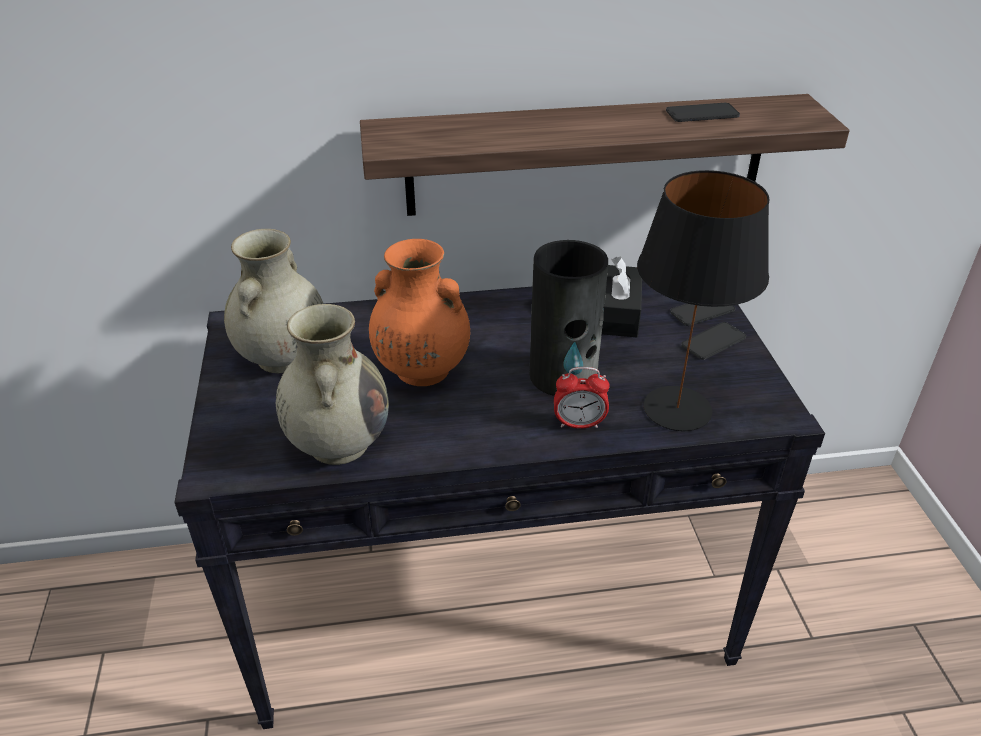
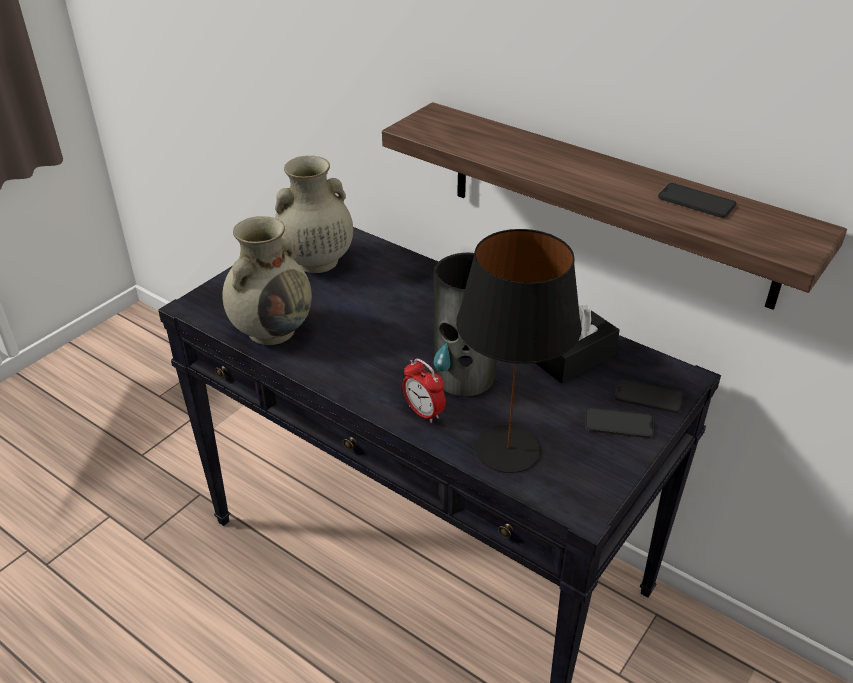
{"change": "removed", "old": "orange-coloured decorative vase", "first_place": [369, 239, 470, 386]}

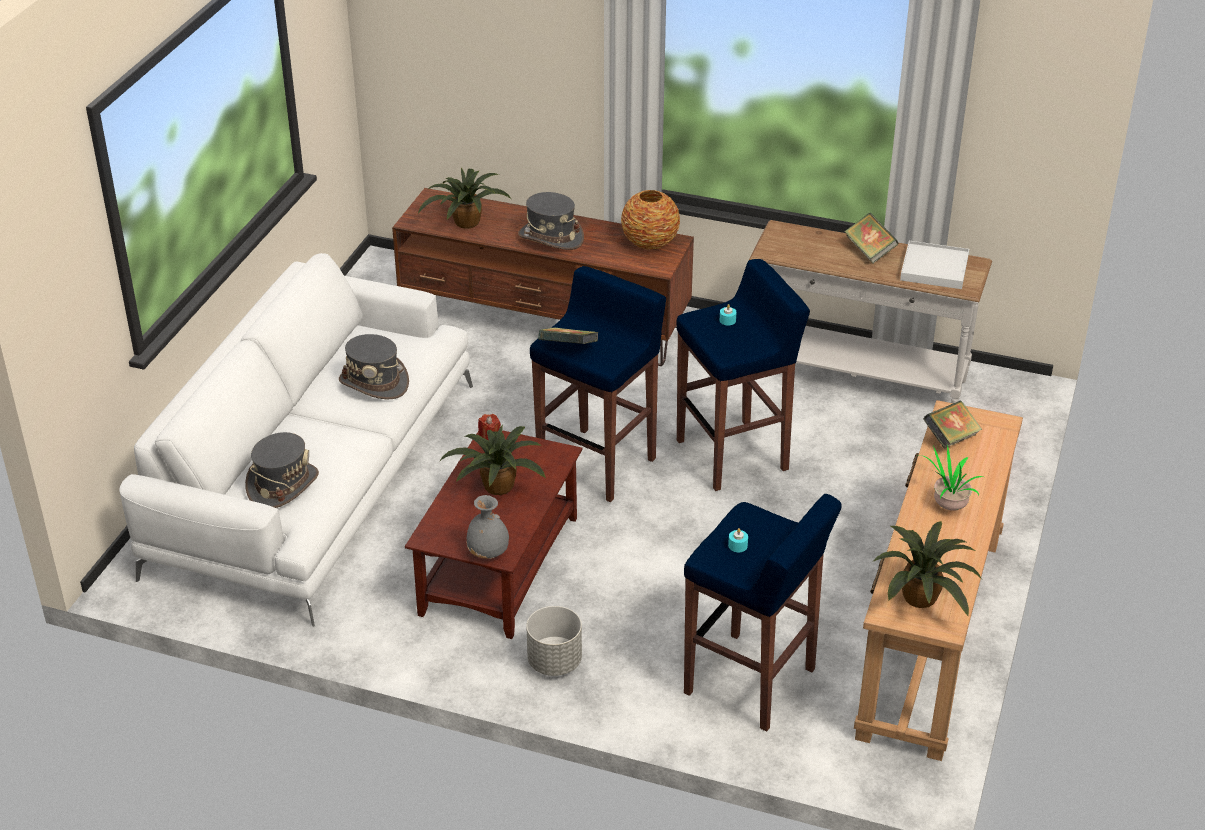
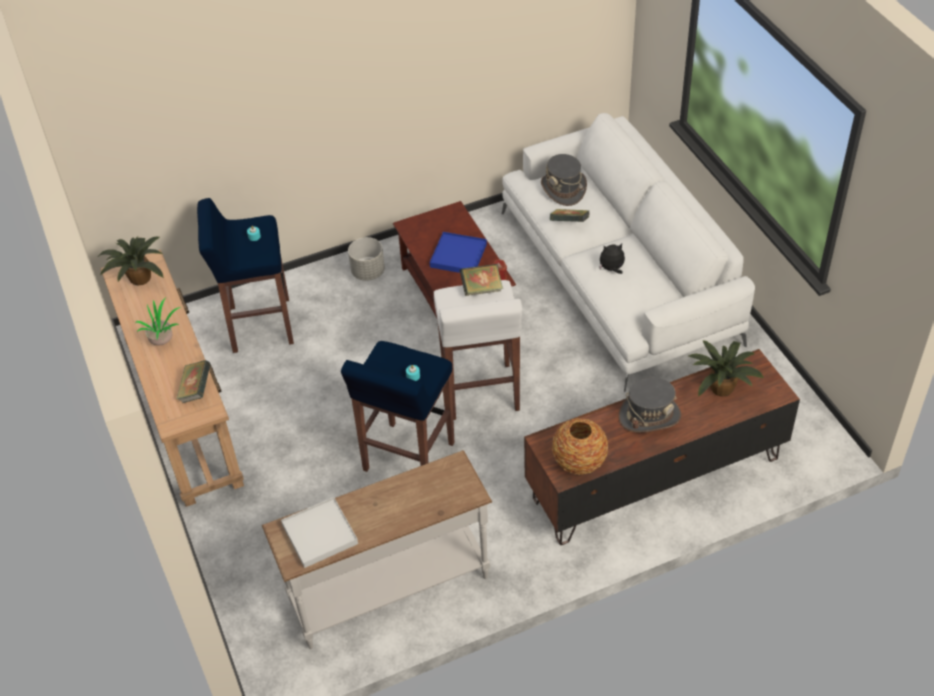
{"change": "removed", "old": "gray decorative vase", "first_place": [466, 495, 509, 559]}
{"change": "moved", "old": "bound book", "first_place": [844, 213, 898, 263], "second_place": [550, 209, 590, 222]}
{"change": "replaced", "old": "gray clothing hat", "new": "cuddly toy", "first_place": [339, 334, 409, 399], "second_place": [600, 243, 625, 274]}
{"change": "replaced", "old": "potted plant", "new": "blue-coloured carrying tray", "first_place": [439, 425, 546, 495], "second_place": [430, 232, 487, 273]}
{"change": "recoloured", "old": "blue-coloured sitting stool", "new": "whitish sitting stool", "first_place": [530, 266, 666, 502], "second_place": [434, 280, 522, 420]}

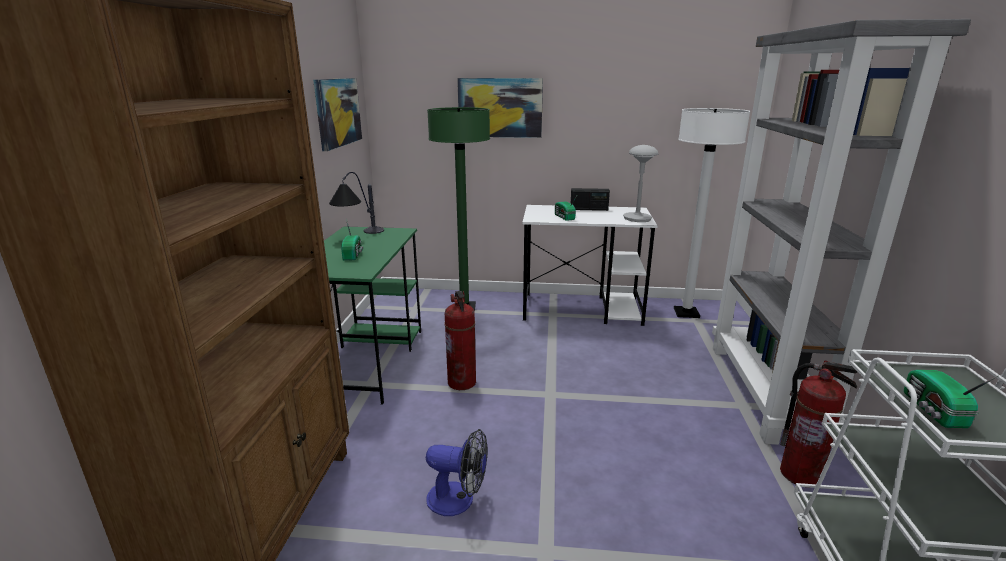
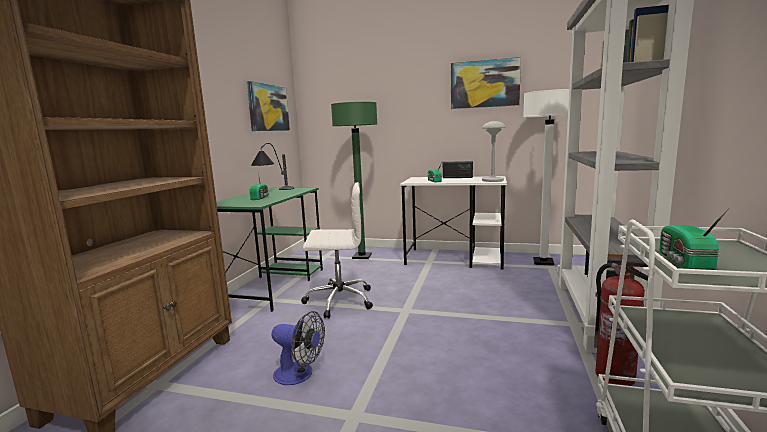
{"change": "moved", "old": "picture", "first_place": [457, 78, 543, 138], "second_place": [451, 57, 521, 109]}
{"change": "replaced", "old": "fire-fighting cylinder", "new": "whitish computer chair", "first_place": [445, 291, 476, 390], "second_place": [301, 182, 373, 319]}

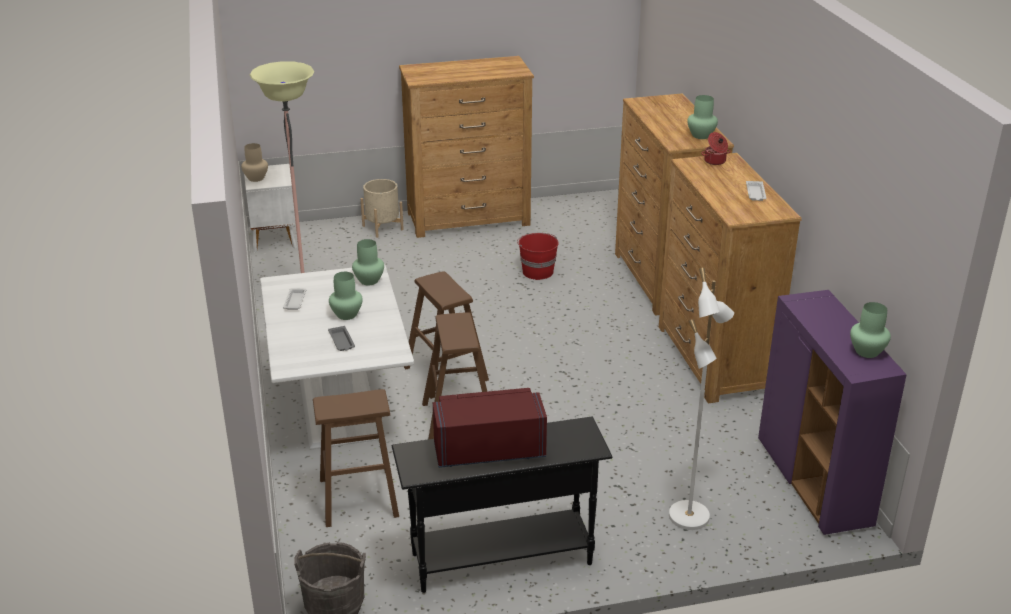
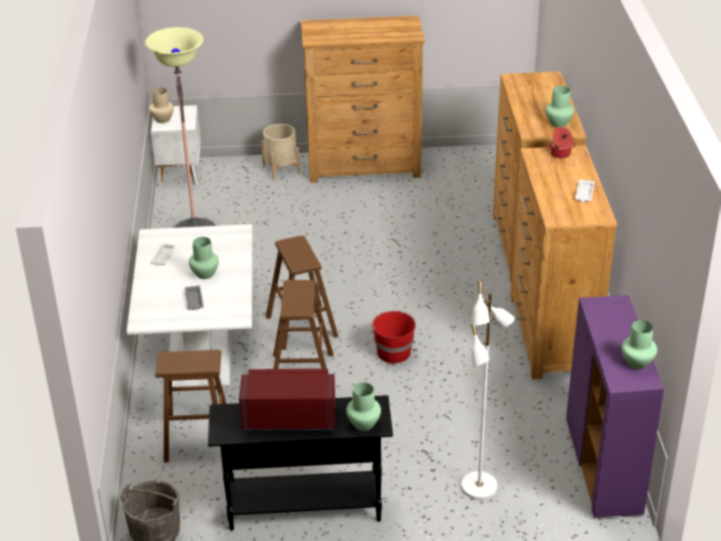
{"change": "moved", "old": "green decorative vase", "first_place": [352, 239, 384, 285], "second_place": [346, 382, 381, 431]}
{"change": "moved", "old": "red water bucket", "first_place": [517, 233, 559, 280], "second_place": [371, 311, 416, 364]}

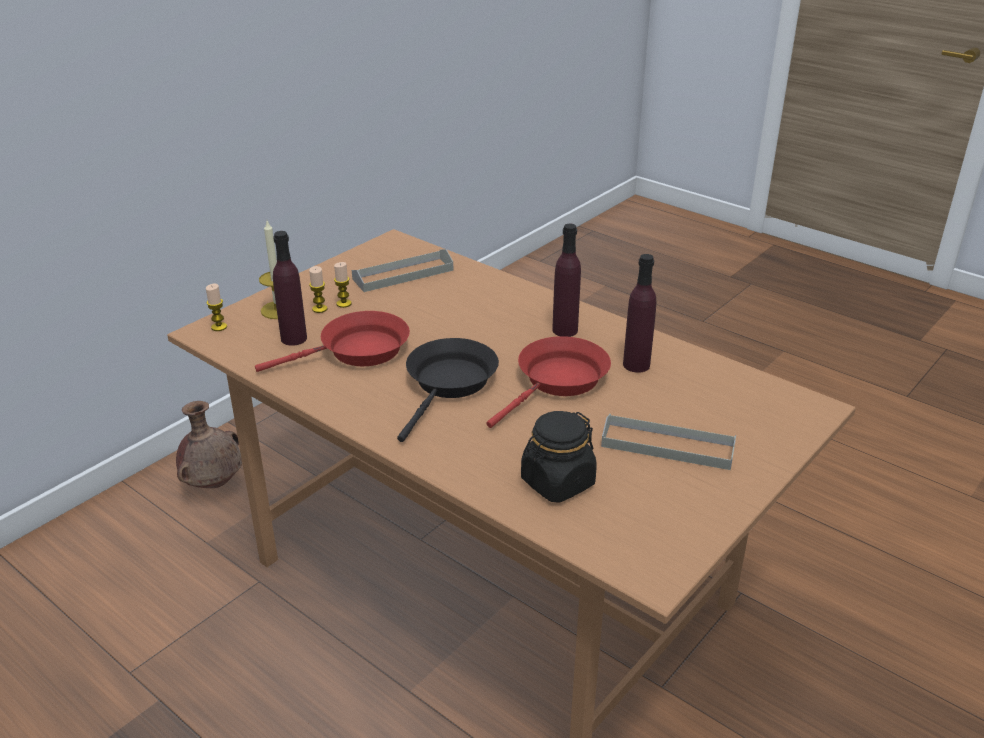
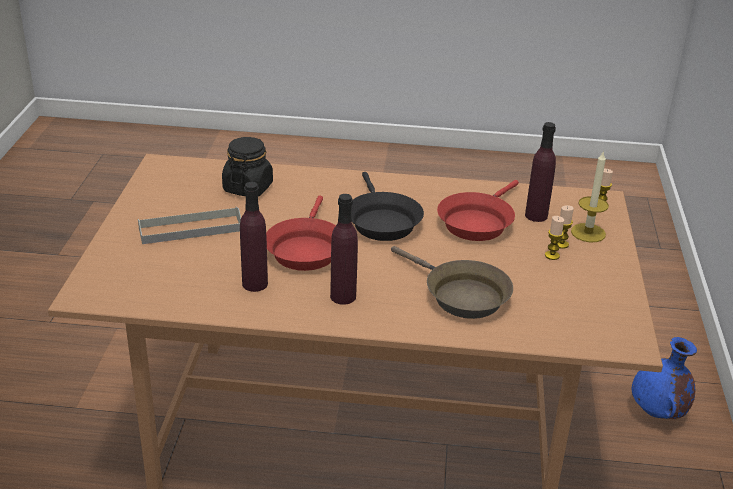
{"change": "removed", "old": "gray carrying tray", "first_place": [352, 249, 453, 292]}
{"change": "added", "new": "brown-coloured skillet", "second_place": [391, 246, 513, 319]}
{"change": "recoloured", "old": "brown-coloured decorative vase", "new": "blue-coloured decorative vase", "first_place": [176, 401, 242, 488], "second_place": [632, 337, 697, 419]}

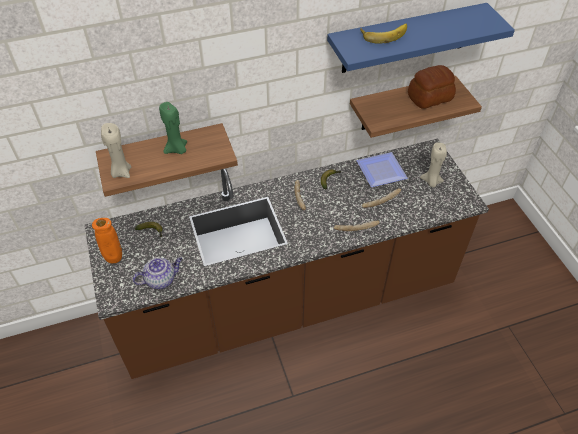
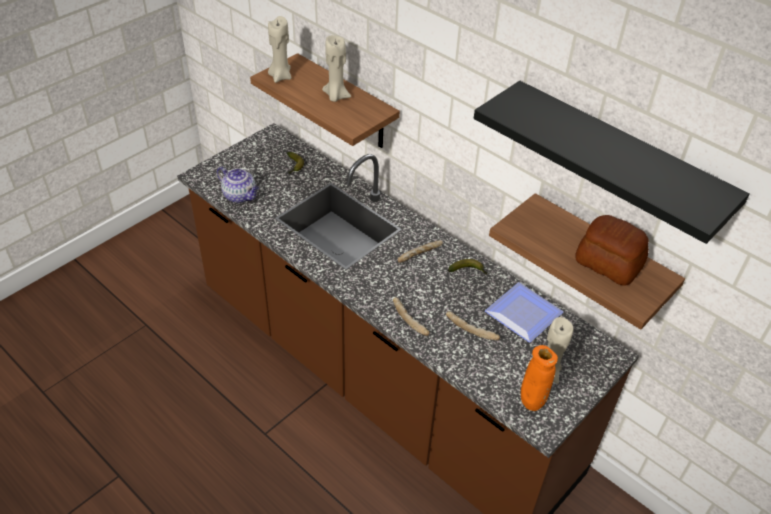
{"change": "removed", "old": "banana", "first_place": [360, 24, 407, 44]}
{"change": "moved", "old": "orange-coloured decorative vase", "first_place": [92, 218, 122, 263], "second_place": [521, 345, 558, 411]}
{"change": "recoloured", "old": "green candle", "new": "sand-coloured candle", "first_place": [159, 102, 187, 154], "second_place": [322, 35, 351, 102]}
{"change": "recoloured", "old": "blue-coloured shelf", "new": "blackish shelf", "first_place": [327, 3, 515, 73], "second_place": [474, 81, 750, 244]}

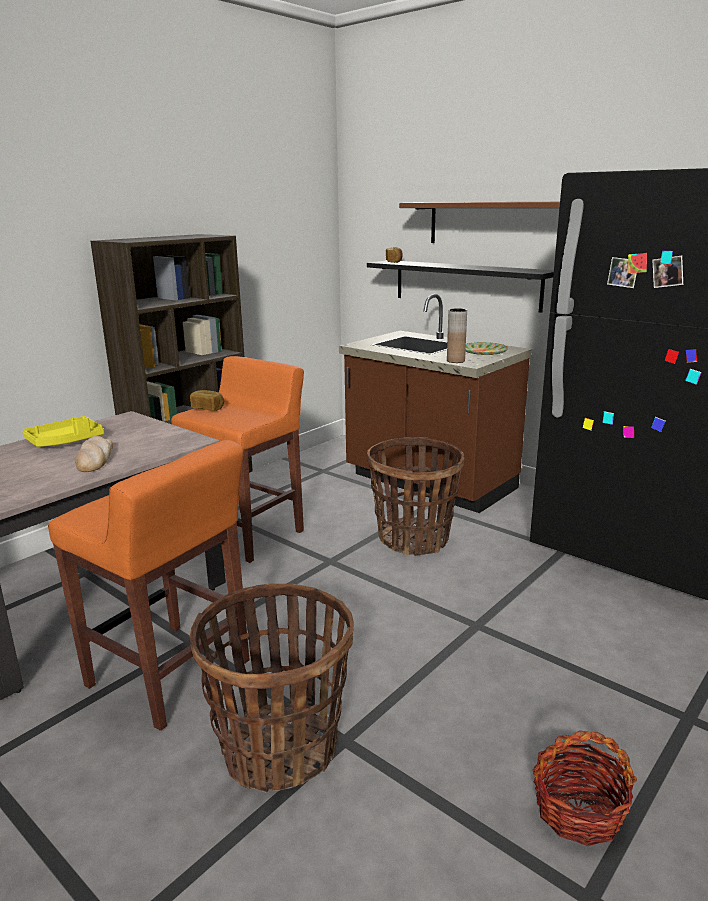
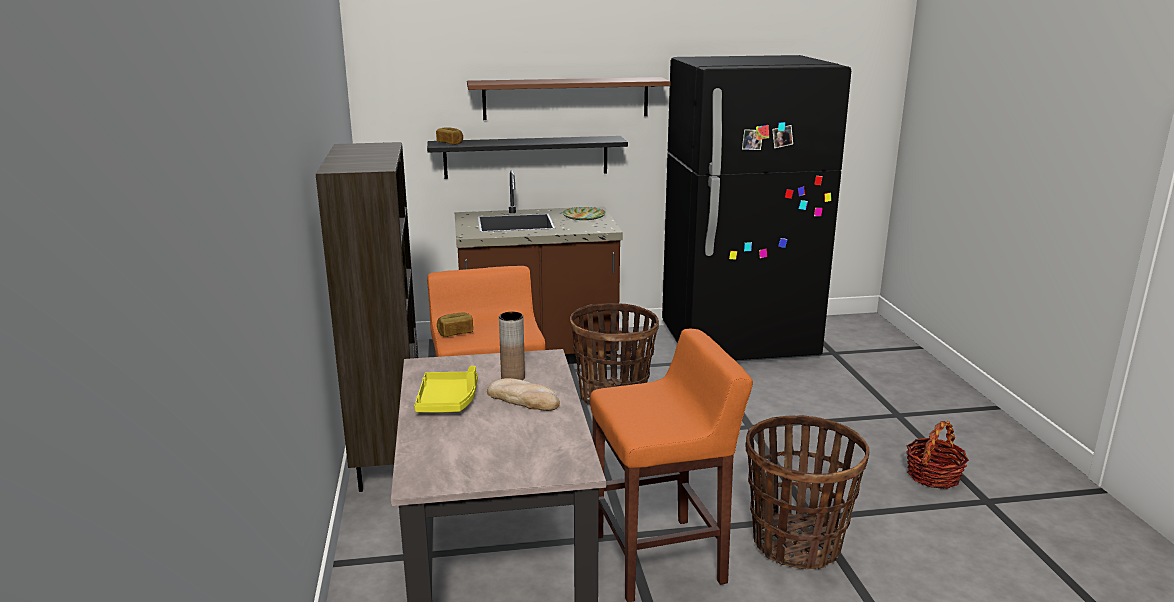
{"change": "moved", "old": "brown-coloured decorative vase", "first_place": [447, 308, 467, 363], "second_place": [499, 312, 525, 380]}

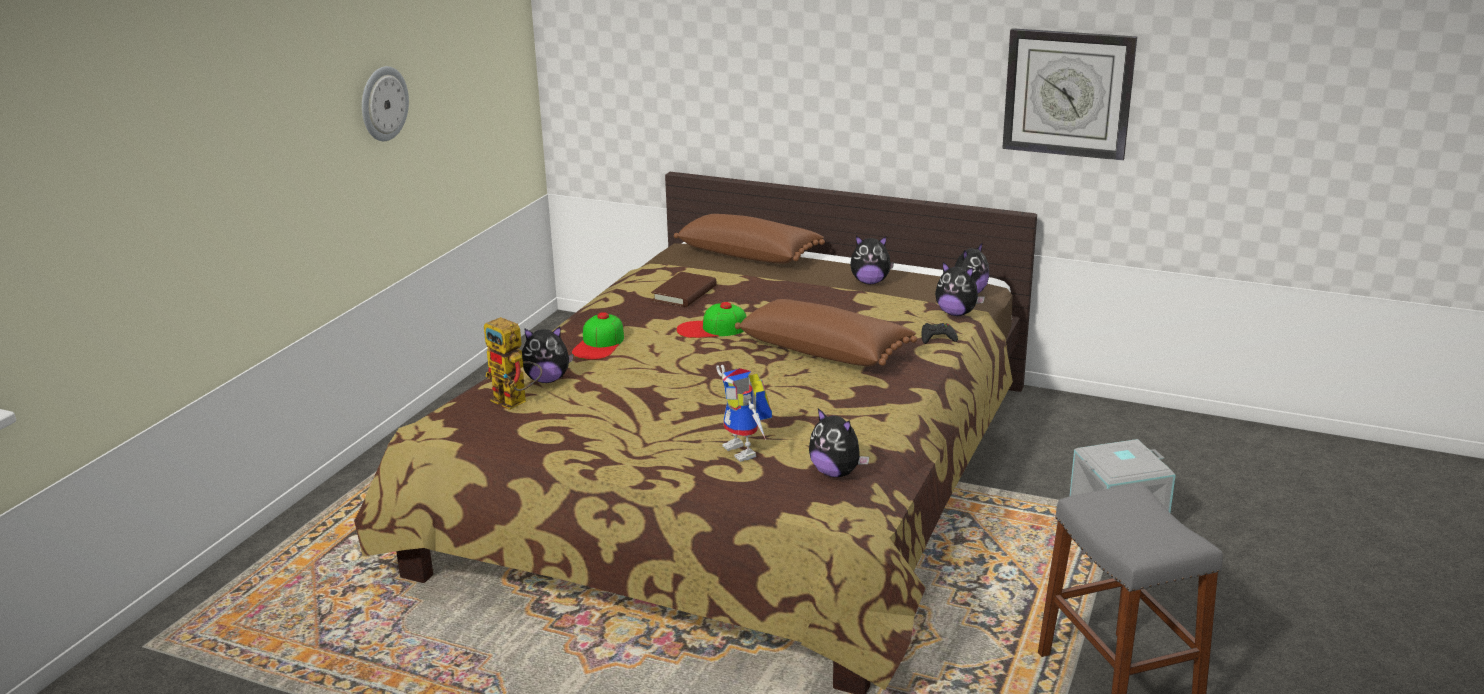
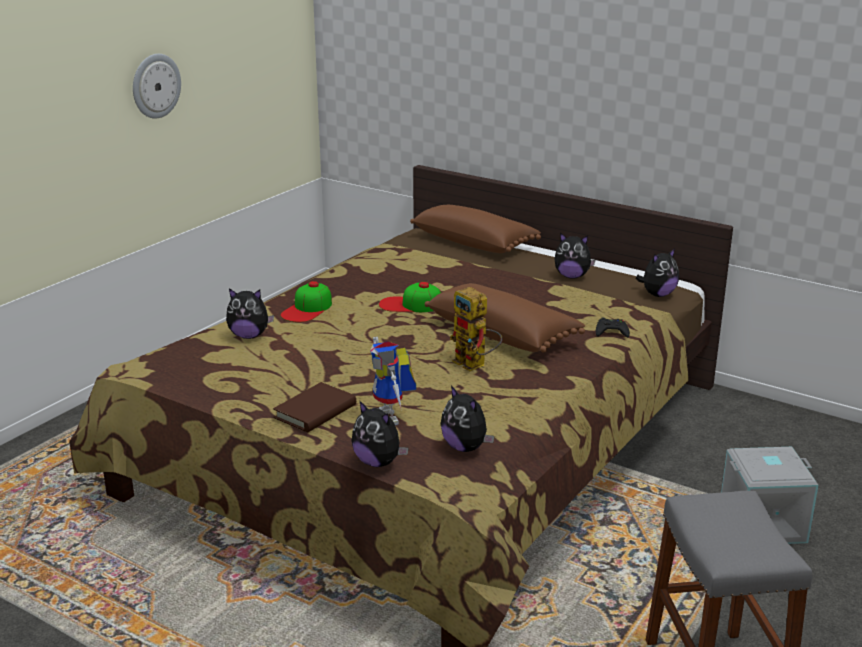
{"change": "removed", "old": "hanging clock", "first_place": [1002, 28, 1137, 161]}
{"change": "moved", "old": "robot figure", "first_place": [484, 317, 542, 410], "second_place": [450, 287, 503, 371]}
{"change": "moved", "old": "brown-coloured bound book", "first_place": [651, 272, 717, 307], "second_place": [273, 382, 356, 432]}
{"change": "moved", "old": "cuddly toy", "first_place": [935, 262, 985, 316], "second_place": [351, 400, 408, 467]}

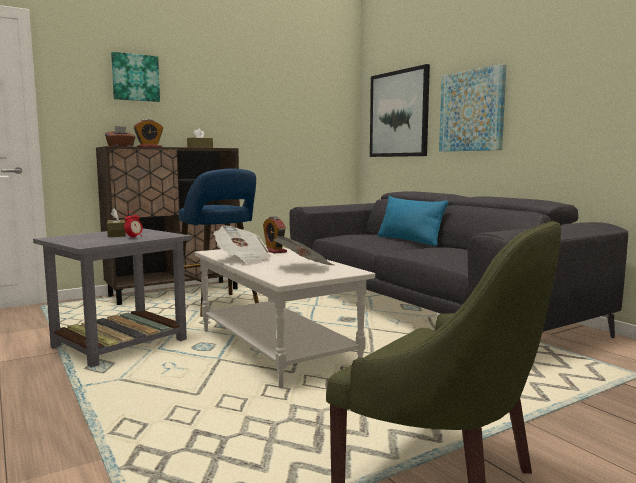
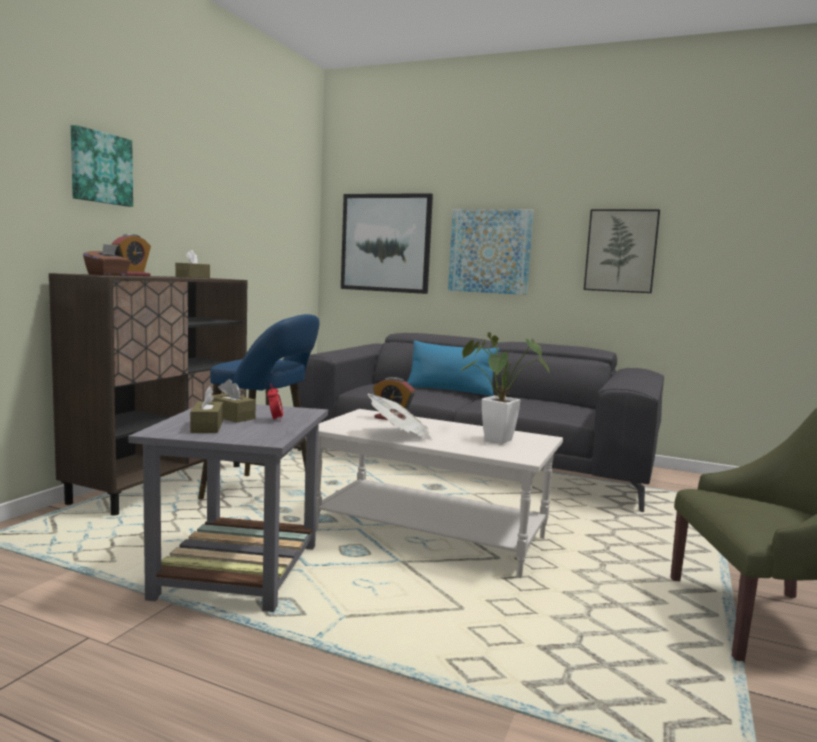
{"change": "added", "new": "brown-coloured tissue box", "second_place": [190, 386, 223, 433]}
{"change": "added", "new": "picture", "second_place": [584, 209, 660, 293]}
{"change": "replaced", "old": "daily paper", "new": "potted plant", "first_place": [273, 236, 334, 265], "second_place": [461, 332, 550, 444]}

